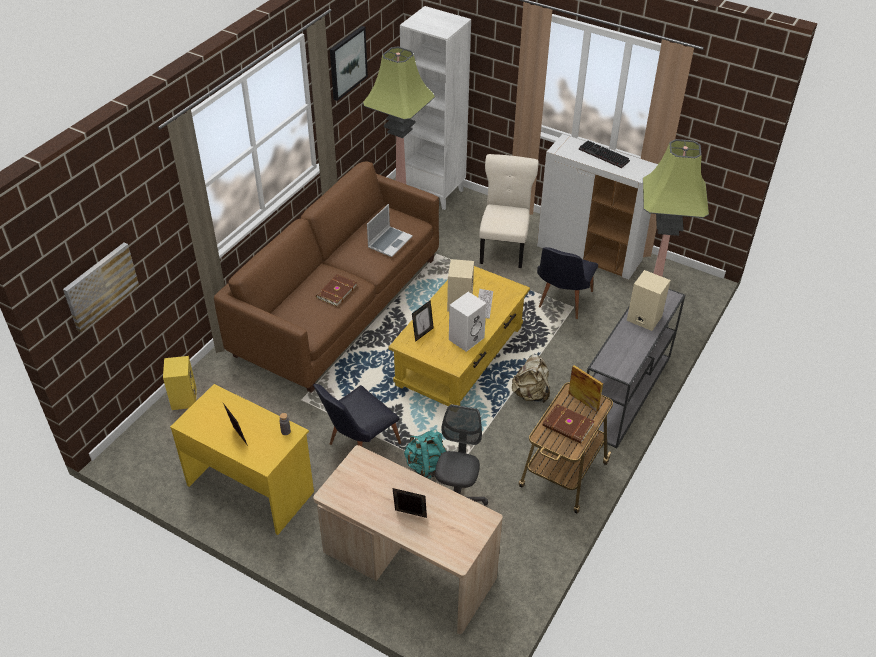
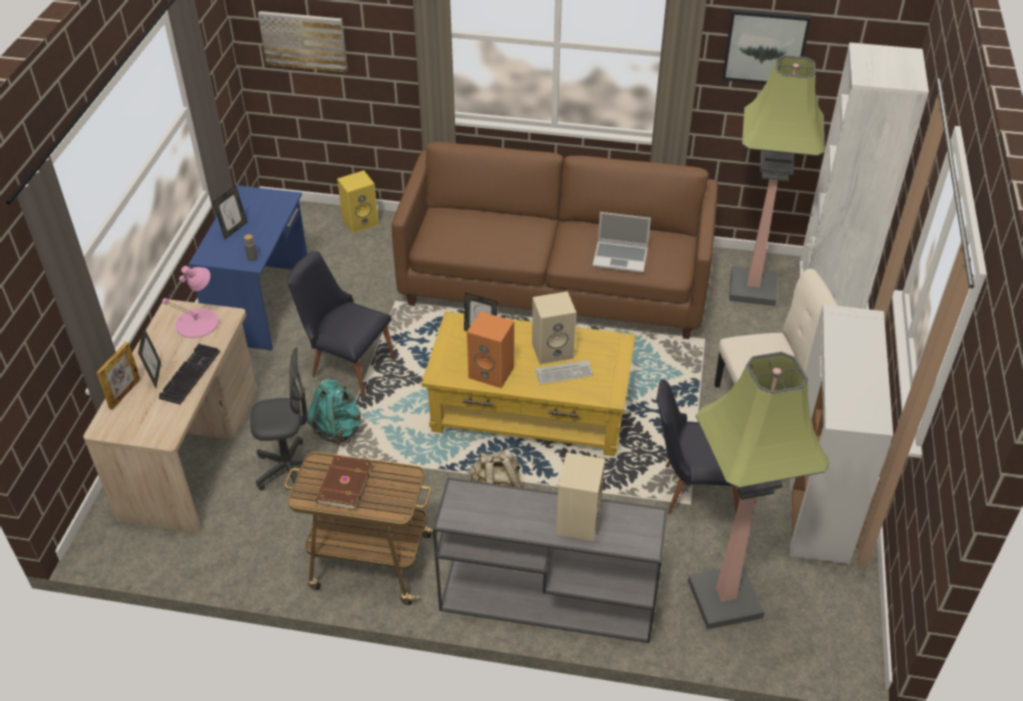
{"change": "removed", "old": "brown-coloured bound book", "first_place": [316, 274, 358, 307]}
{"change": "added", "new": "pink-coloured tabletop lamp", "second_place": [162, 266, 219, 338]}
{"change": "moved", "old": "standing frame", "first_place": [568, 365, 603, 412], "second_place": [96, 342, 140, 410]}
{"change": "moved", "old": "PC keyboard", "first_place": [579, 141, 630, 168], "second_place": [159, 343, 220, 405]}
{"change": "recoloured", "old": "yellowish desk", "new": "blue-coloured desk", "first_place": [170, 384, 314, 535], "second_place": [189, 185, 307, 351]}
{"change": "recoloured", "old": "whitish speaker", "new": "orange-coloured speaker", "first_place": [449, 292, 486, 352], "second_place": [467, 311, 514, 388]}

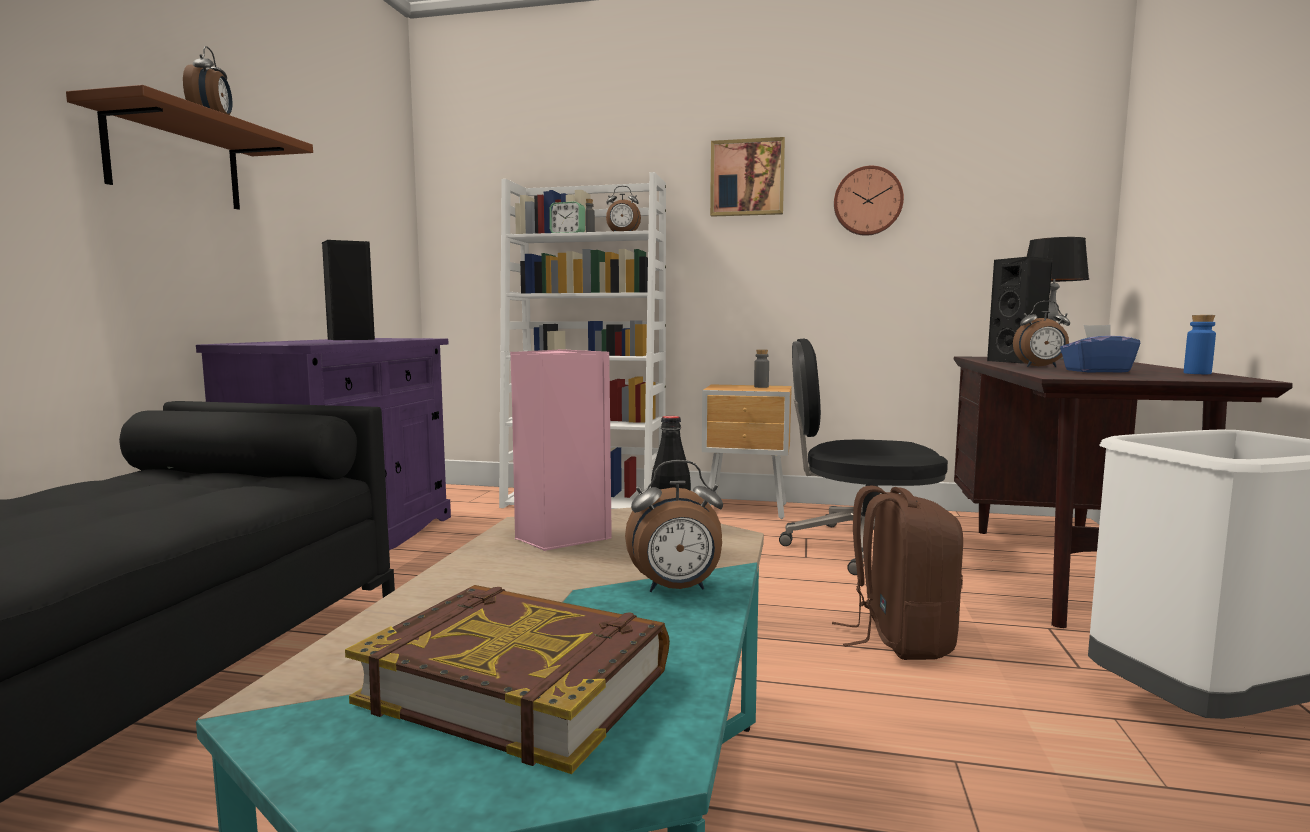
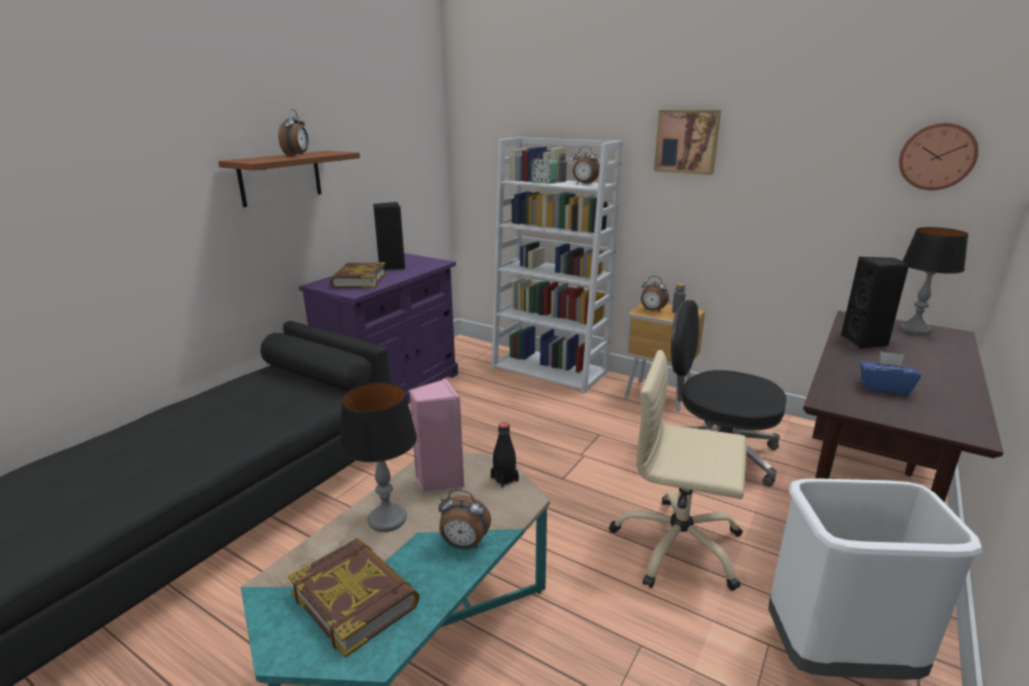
{"change": "removed", "old": "blue-coloured beverage bottle", "first_place": [1184, 315, 1216, 374]}
{"change": "added", "new": "bound book", "second_place": [330, 262, 386, 288]}
{"change": "added", "new": "tabletop lamp", "second_place": [340, 382, 417, 532]}
{"change": "moved", "old": "hanging clock", "first_place": [834, 166, 904, 236], "second_place": [899, 123, 978, 190]}
{"change": "moved", "old": "bedside clock", "first_place": [1013, 301, 1070, 367], "second_place": [641, 276, 669, 312]}
{"change": "replaced", "old": "brown-coloured knapsack", "new": "sand-coloured computer chair", "first_place": [832, 486, 963, 660], "second_place": [609, 350, 746, 591]}

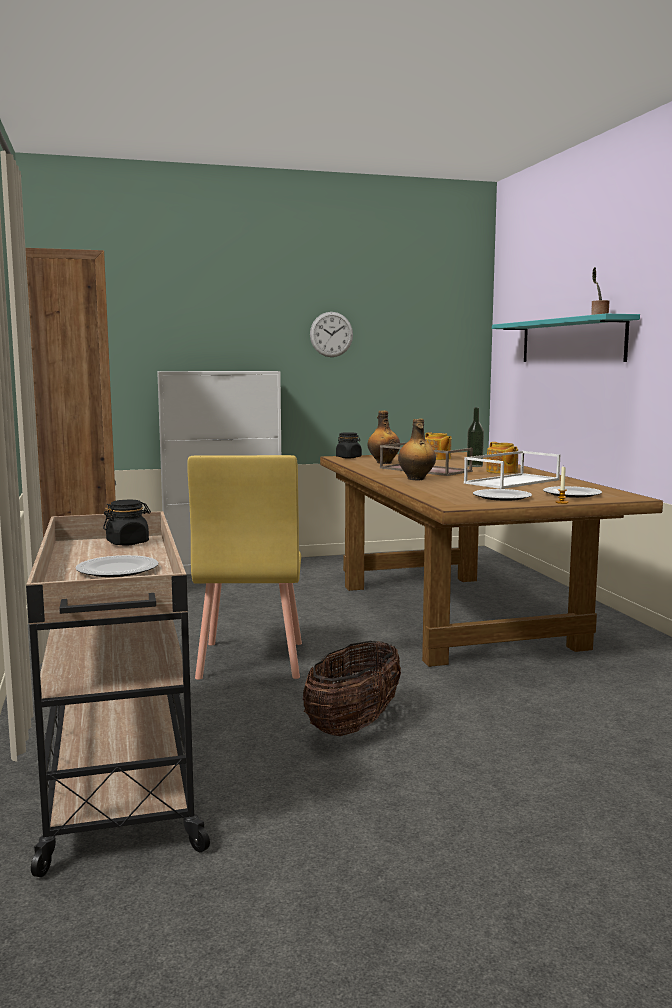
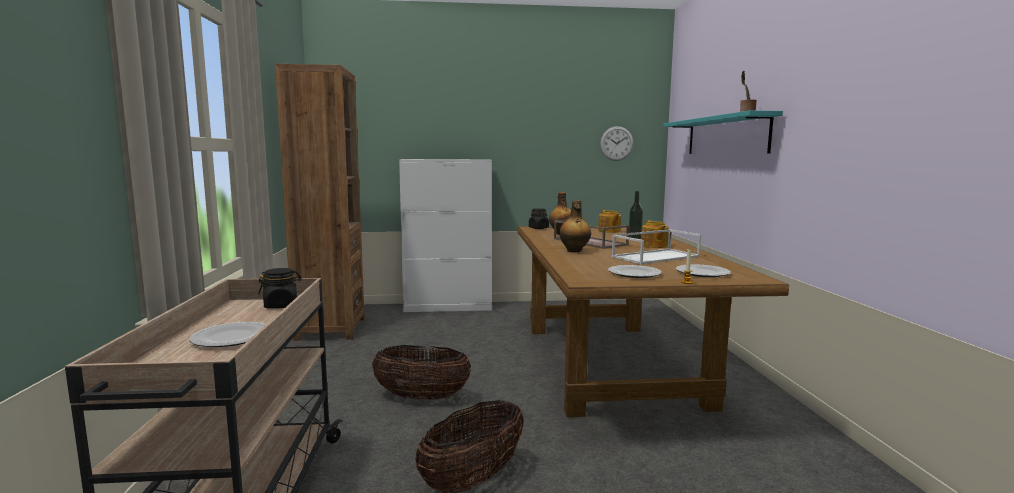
{"change": "moved", "old": "hanging clock", "first_place": [310, 312, 353, 357], "second_place": [600, 126, 633, 161]}
{"change": "replaced", "old": "yellowish upright chair", "new": "household basket", "first_place": [187, 455, 302, 680], "second_place": [372, 345, 471, 400]}

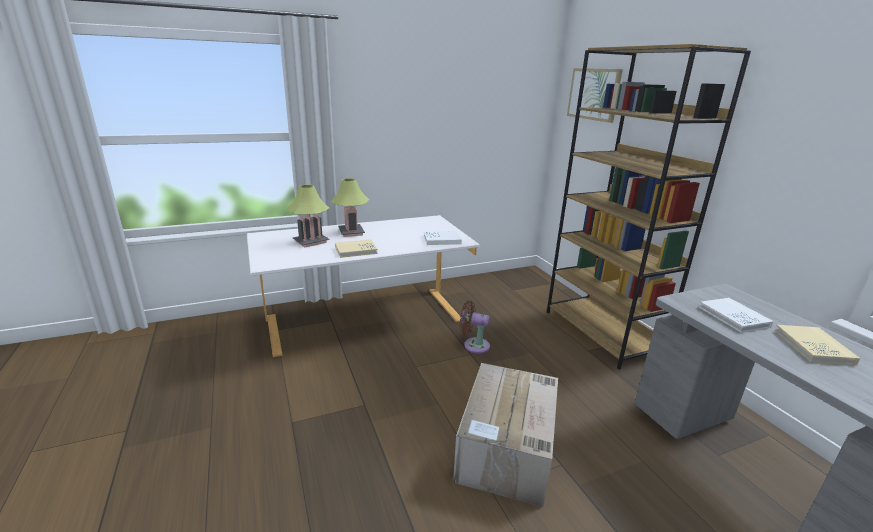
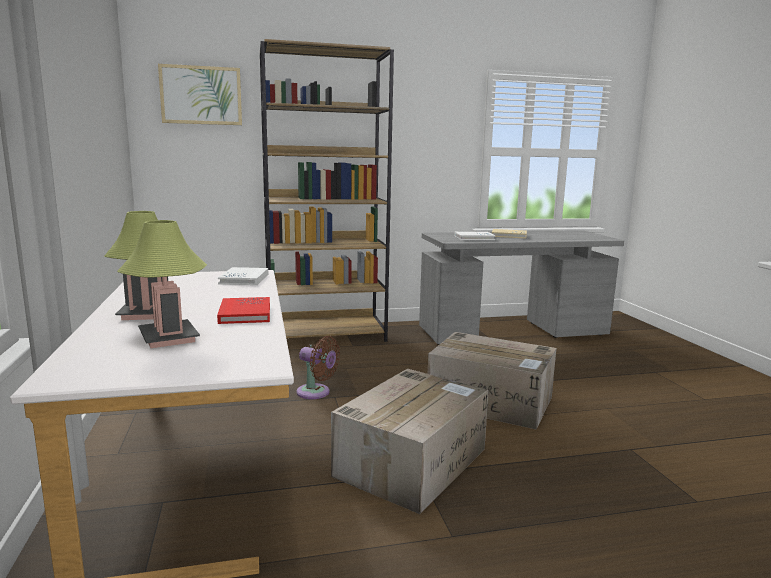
{"change": "added", "new": "cardboard box", "second_place": [331, 369, 489, 514]}
{"change": "recoloured", "old": "sand-coloured bound book", "new": "red bound book", "first_place": [335, 239, 378, 258], "second_place": [217, 297, 270, 324]}
{"change": "turned", "old": "brown-coloured electric fan", "first_place": [460, 300, 490, 353], "second_place": [296, 336, 340, 399], "degrees": -90}

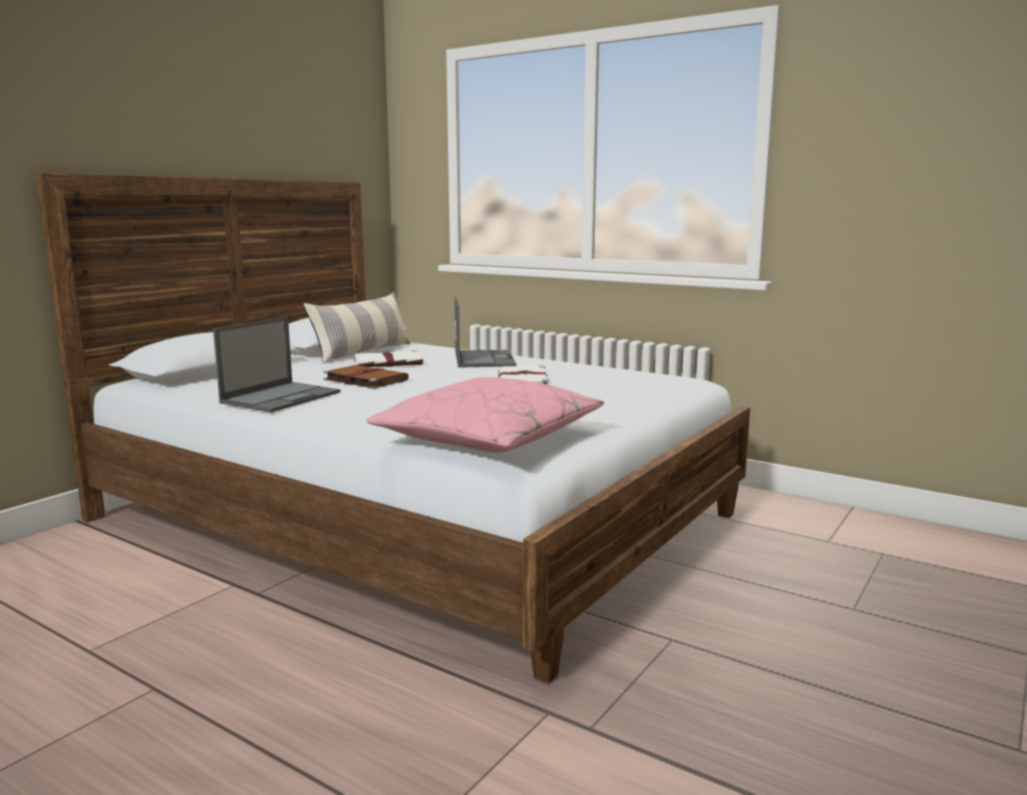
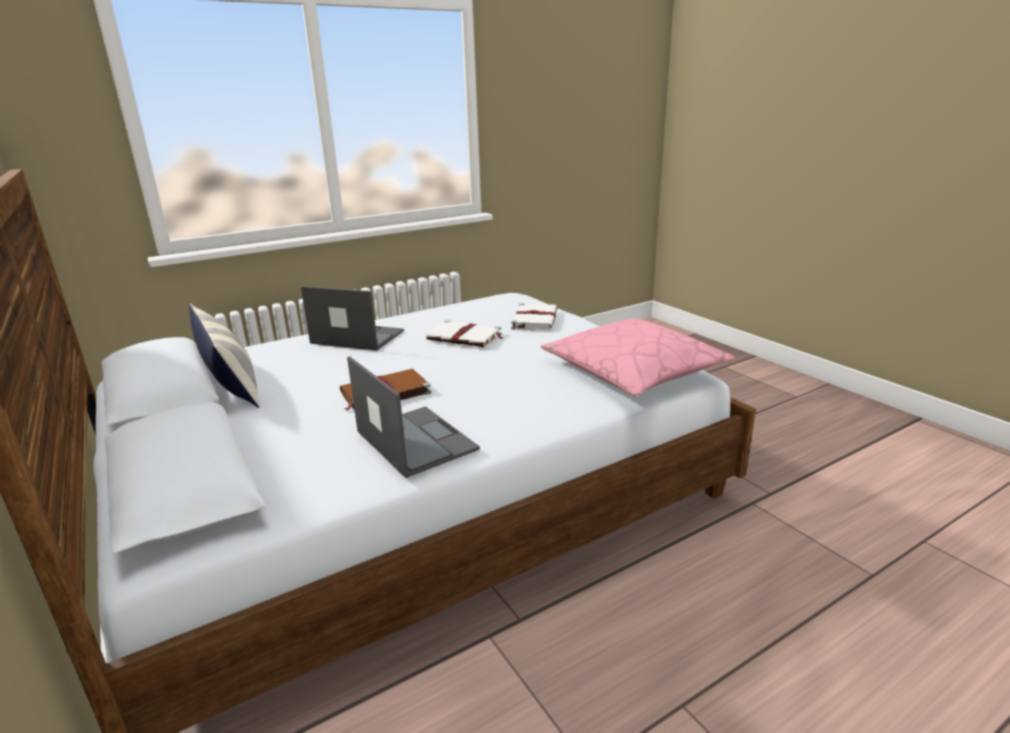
{"change": "moved", "old": "whitish bound book", "first_place": [354, 350, 425, 367], "second_place": [511, 303, 558, 330]}

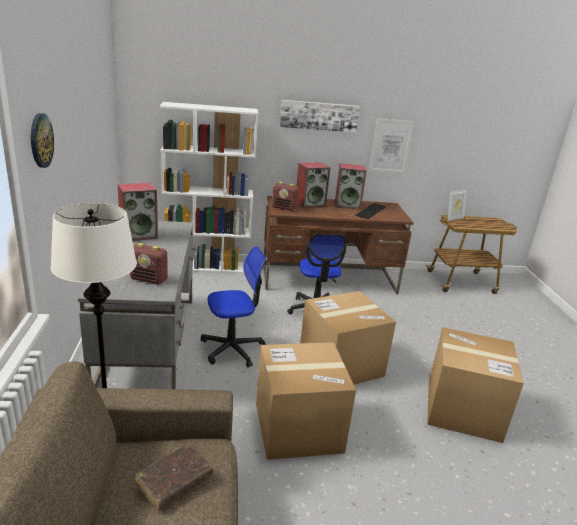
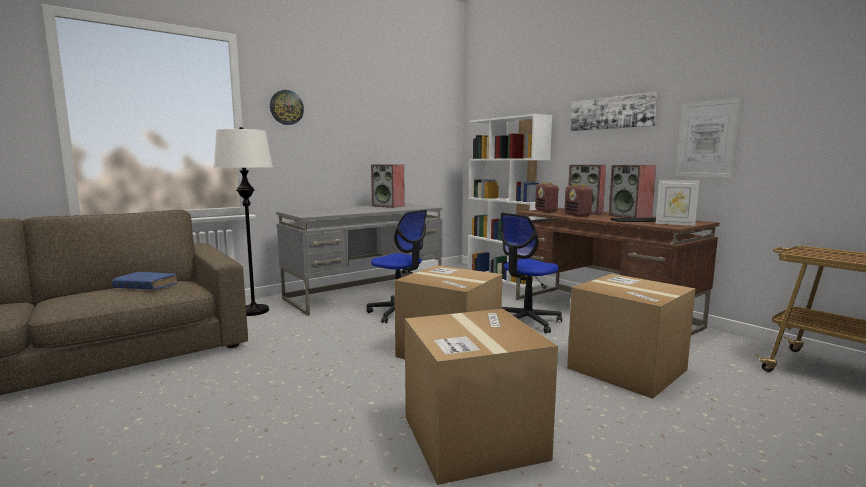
{"change": "moved", "old": "radio set", "first_place": [130, 243, 168, 285], "second_place": [565, 184, 594, 217]}
{"change": "moved", "old": "cardboard box", "first_place": [256, 342, 356, 460], "second_place": [567, 274, 696, 399]}
{"change": "moved", "old": "standing frame", "first_place": [448, 190, 467, 220], "second_place": [656, 180, 699, 226]}
{"change": "recoloured", "old": "brown-coloured bound book", "new": "blue-coloured bound book", "first_place": [135, 444, 213, 510], "second_place": [112, 272, 178, 290]}

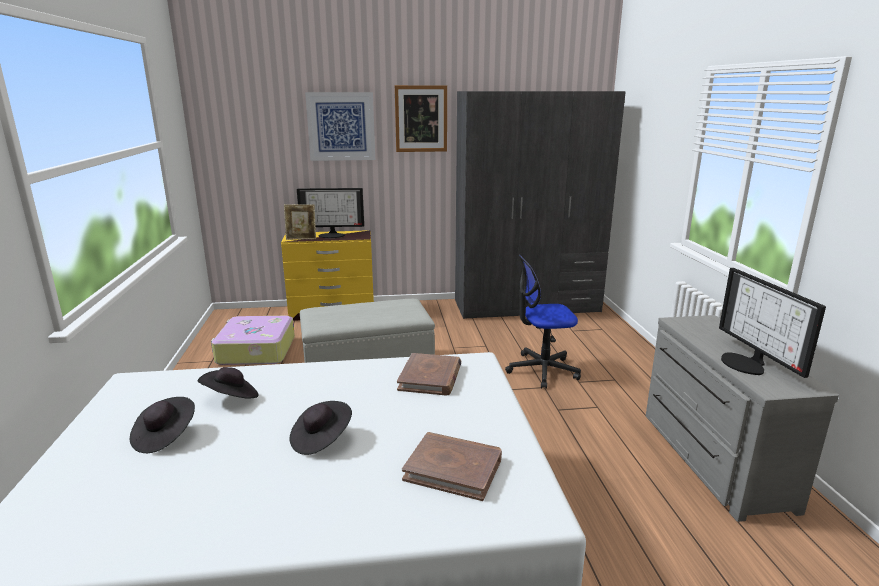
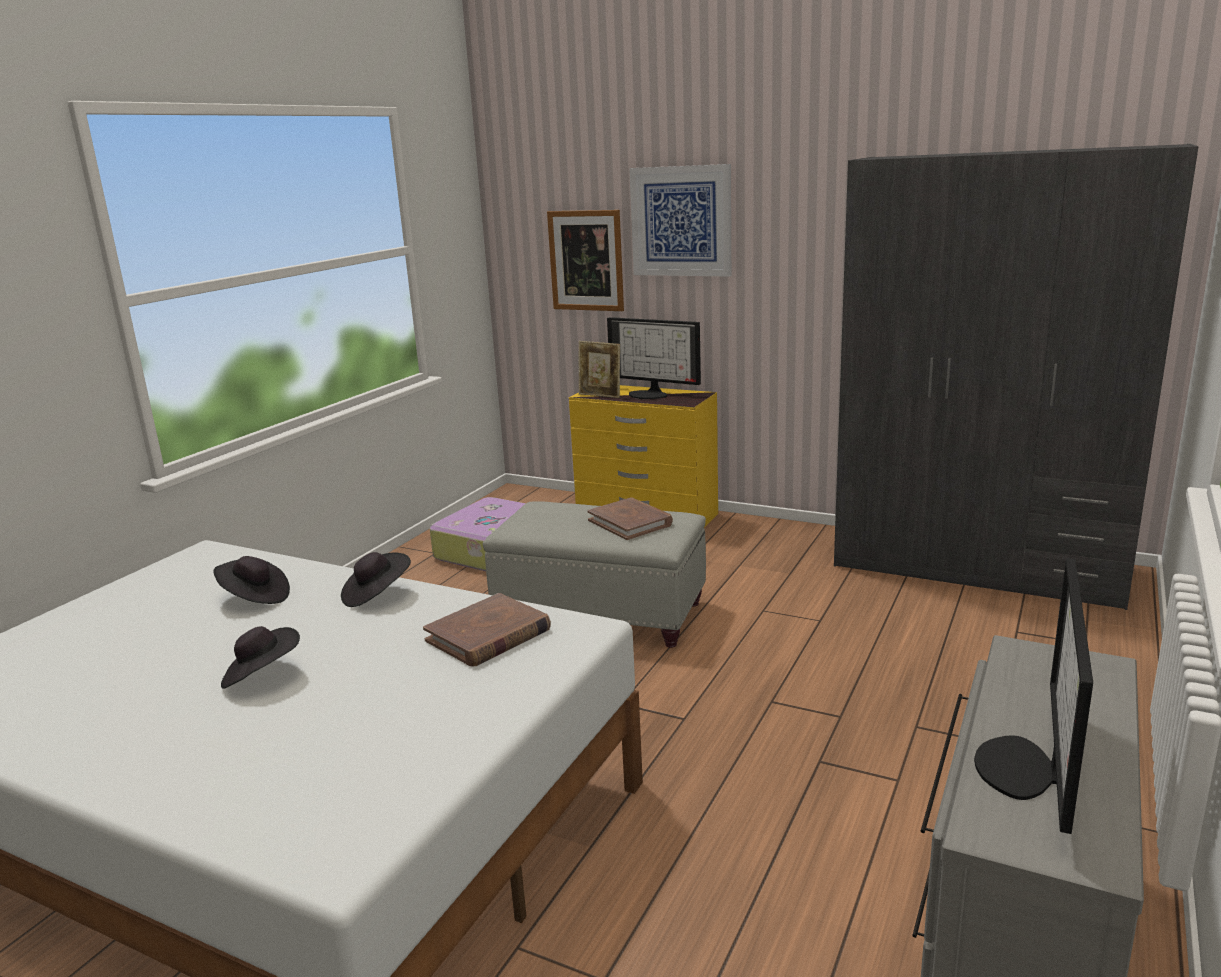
{"change": "removed", "old": "computer chair", "first_place": [505, 255, 581, 389]}
{"change": "moved", "old": "blackish clothing hat", "first_place": [130, 397, 195, 453], "second_place": [341, 552, 411, 607]}
{"change": "moved", "old": "picture", "first_place": [395, 85, 447, 152], "second_place": [547, 210, 624, 311]}
{"change": "moved", "old": "brown-coloured bound book", "first_place": [402, 432, 502, 501], "second_place": [587, 497, 673, 540]}

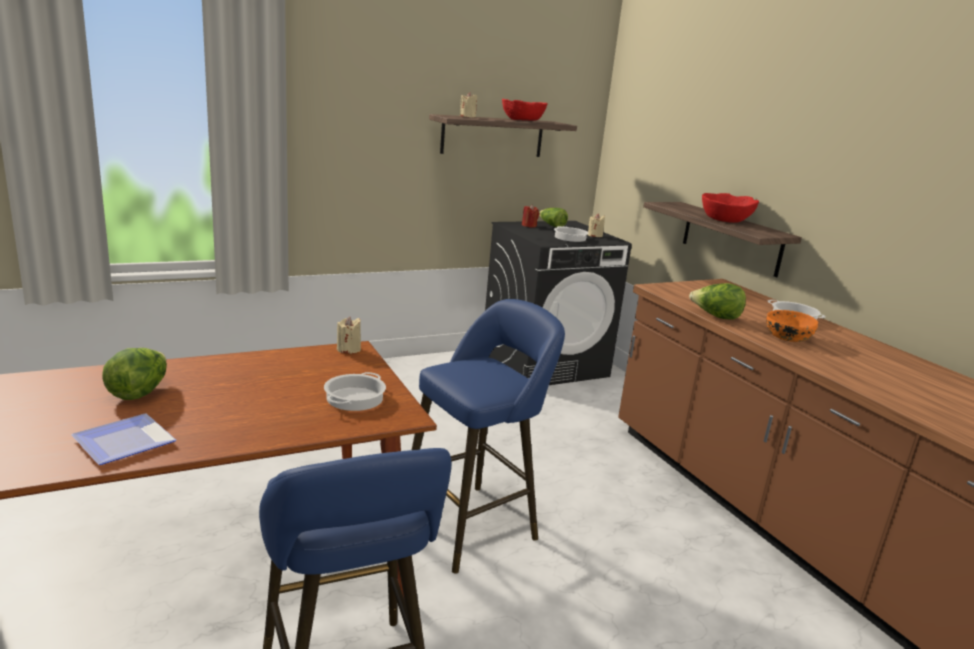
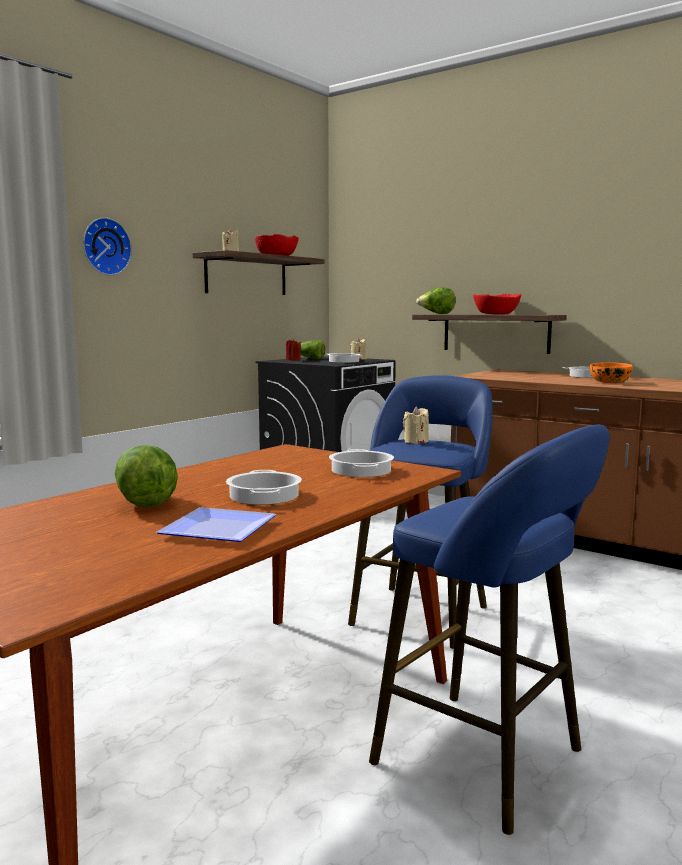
{"change": "added", "new": "hanging clock", "second_place": [83, 217, 132, 275]}
{"change": "added", "new": "cooking pot", "second_place": [226, 470, 302, 505]}
{"change": "moved", "old": "sand-coloured candle", "first_place": [337, 316, 361, 353], "second_place": [403, 407, 429, 444]}
{"change": "moved", "old": "lettuce head", "first_place": [689, 283, 746, 320], "second_place": [416, 287, 456, 314]}

